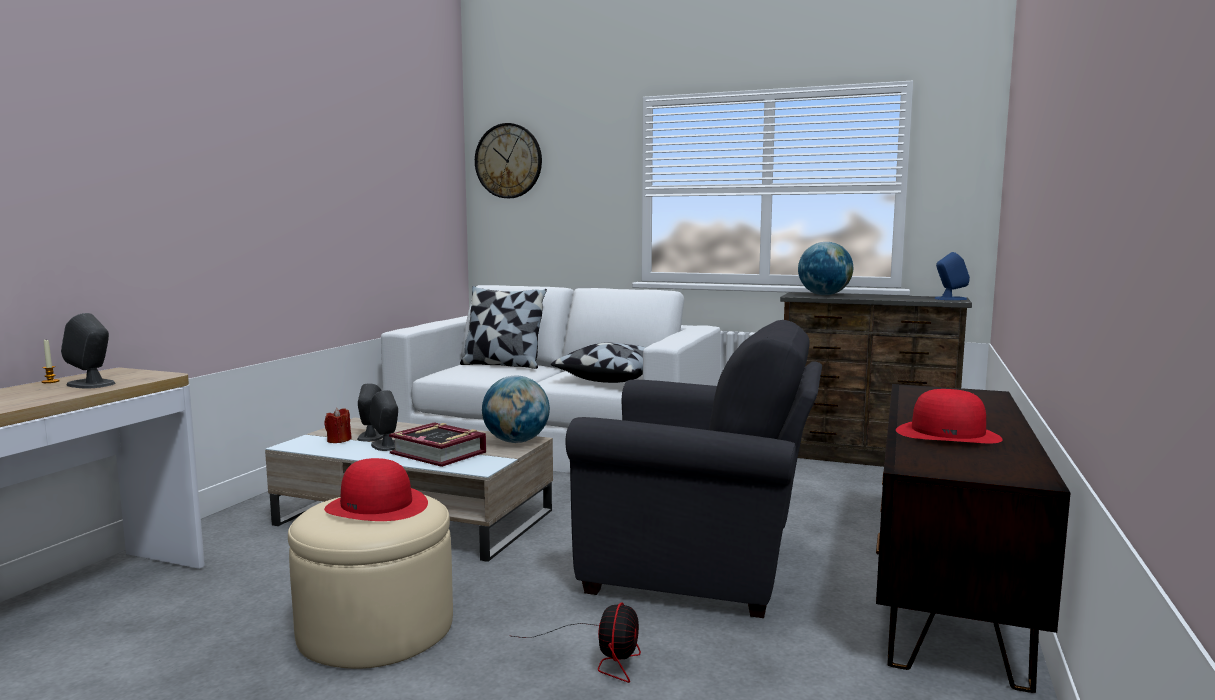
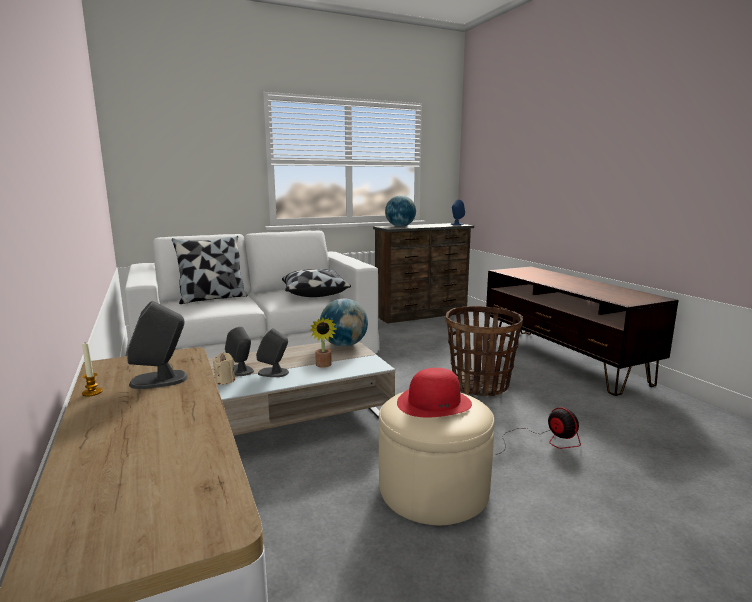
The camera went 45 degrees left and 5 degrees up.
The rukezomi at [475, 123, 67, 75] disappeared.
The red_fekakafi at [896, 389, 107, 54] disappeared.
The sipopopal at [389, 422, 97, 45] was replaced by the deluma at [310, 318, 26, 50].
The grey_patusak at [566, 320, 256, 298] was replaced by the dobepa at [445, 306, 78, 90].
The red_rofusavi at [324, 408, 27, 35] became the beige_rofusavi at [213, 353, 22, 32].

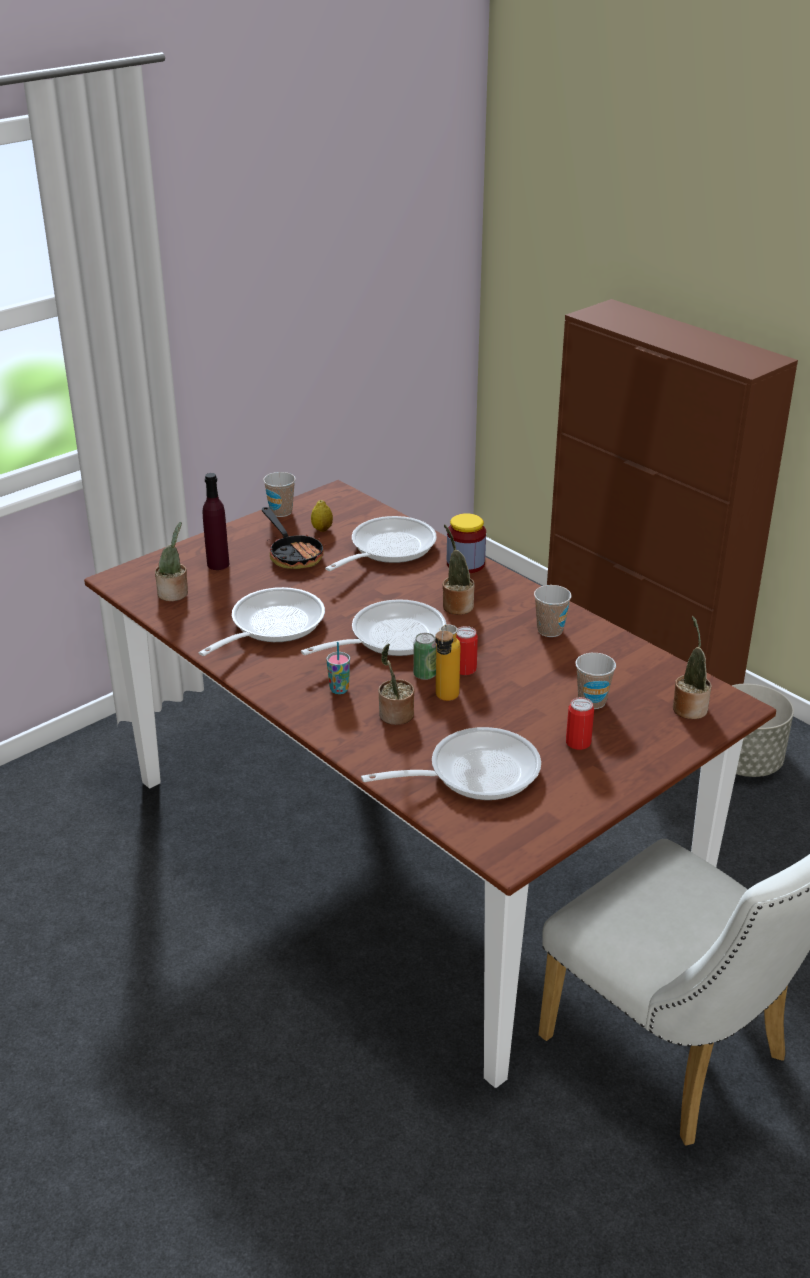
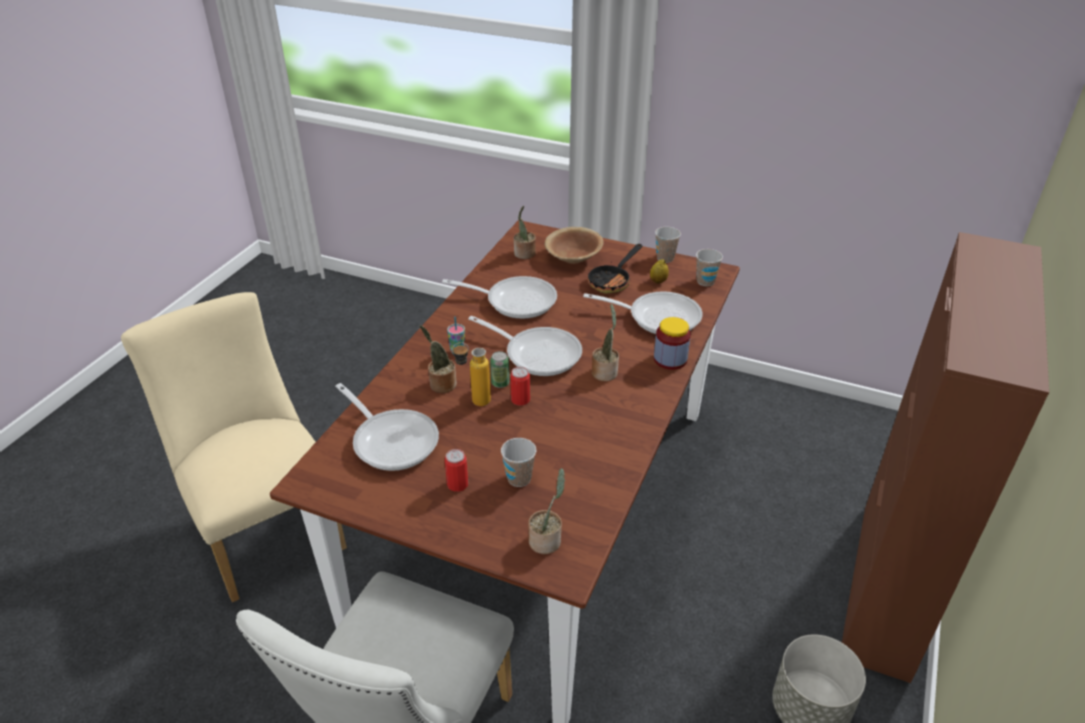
The camera went 65 degrees right and 5 degrees up.
The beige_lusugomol at [121, 292, 226, 310] appeared.
The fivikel moved from [534, 585, 38, 52] to [696, 249, 27, 37].
The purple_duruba at [203, 473, 26, 97] was replaced by the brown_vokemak at [545, 227, 58, 37].

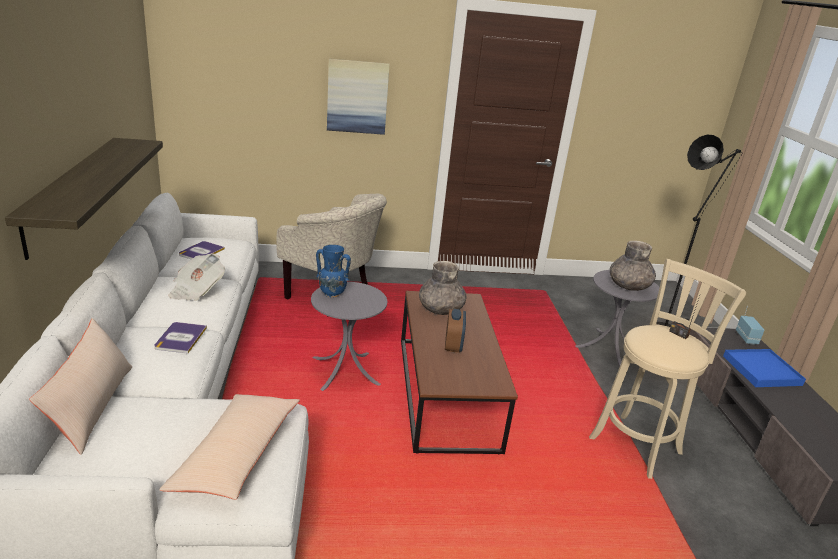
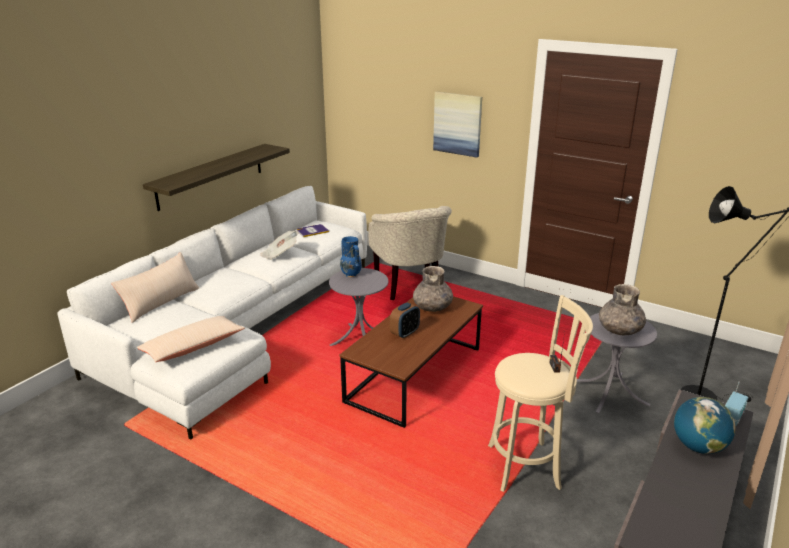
The camera went 40 degrees right and 0 degrees up.
The sipopopal at [154, 322, 53, 32] disappeared.
The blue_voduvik at [723, 349, 83, 38] was replaced by the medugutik at [674, 397, 62, 57].

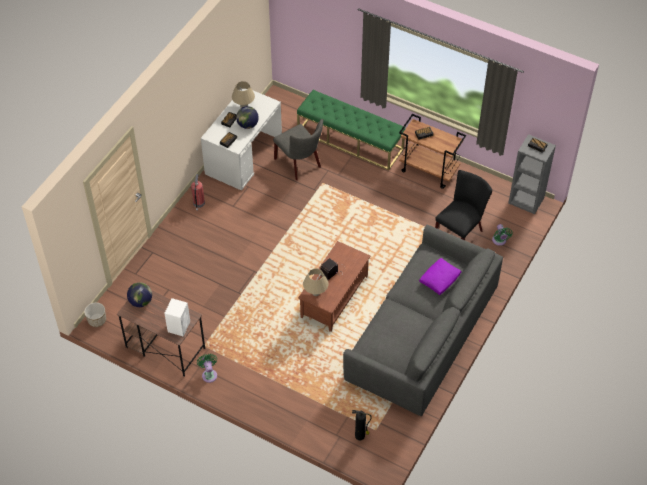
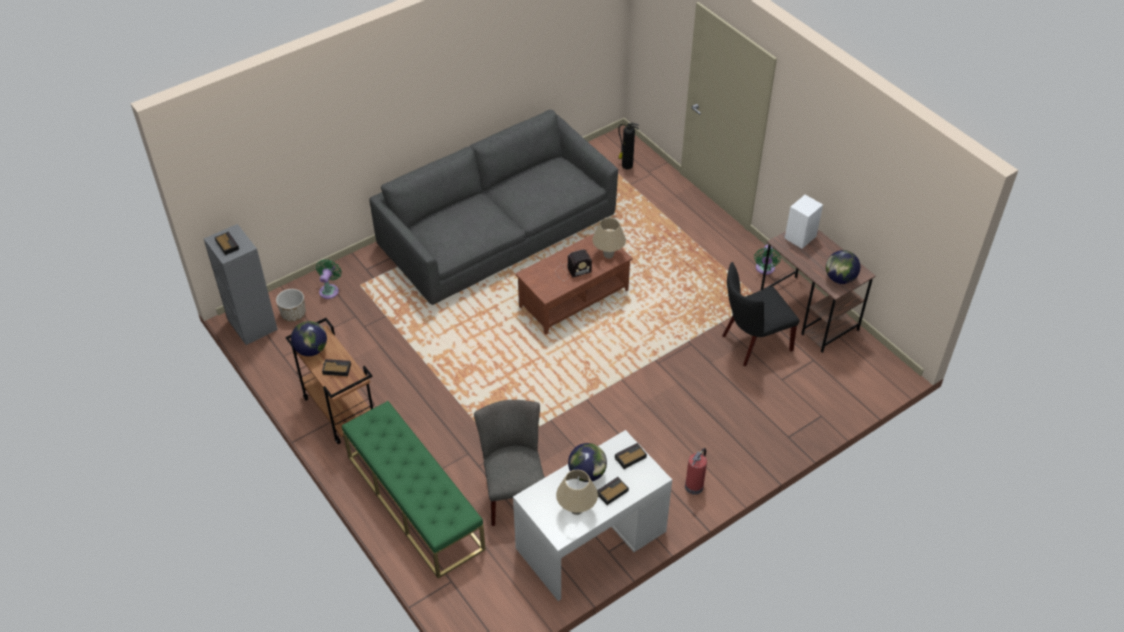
The camera went 155 degrees left and 5 degrees down.
The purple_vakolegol at [419, 258, 43, 37] disappeared.
The medugutik at [291, 321, 36, 35] appeared.
The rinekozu moved from [84, 302, 22, 25] to [276, 289, 30, 33].
The black_lusugomol moved from [435, 170, 57, 70] to [722, 262, 78, 104].

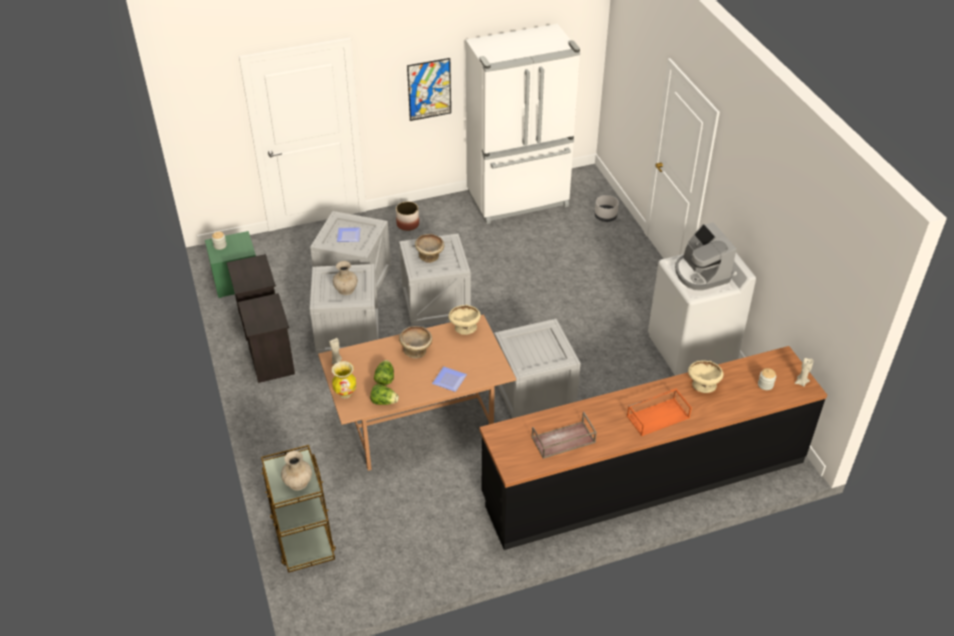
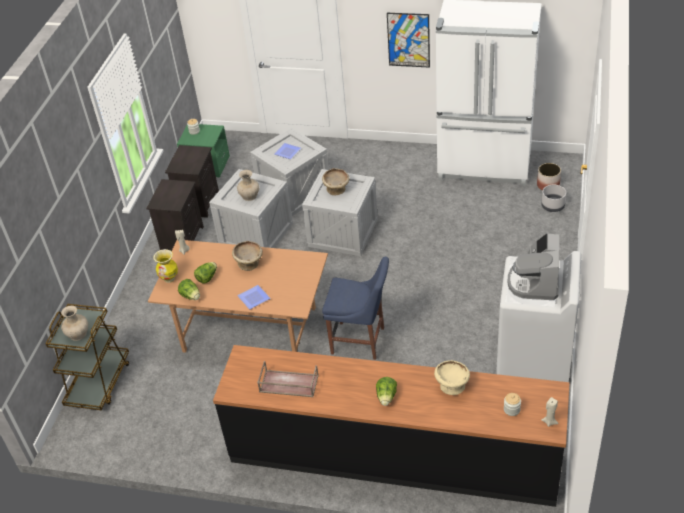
The camera went 35 degrees right and 0 degrees up.
The beige_vokemak at [448, 304, 33, 31] disappeared.
The rinekozu moved from [396, 201, 23, 30] to [537, 163, 24, 28].
The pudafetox at [494, 319, 87, 99] was replaced by the blue_lusugomol at [322, 257, 67, 103].
The orange_voduvik at [627, 388, 65, 48] was replaced by the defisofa at [376, 377, 21, 29].

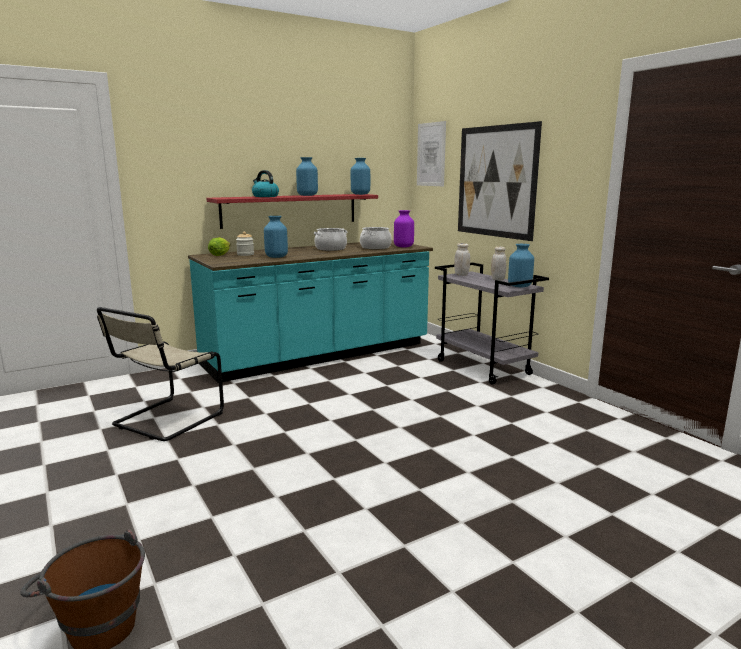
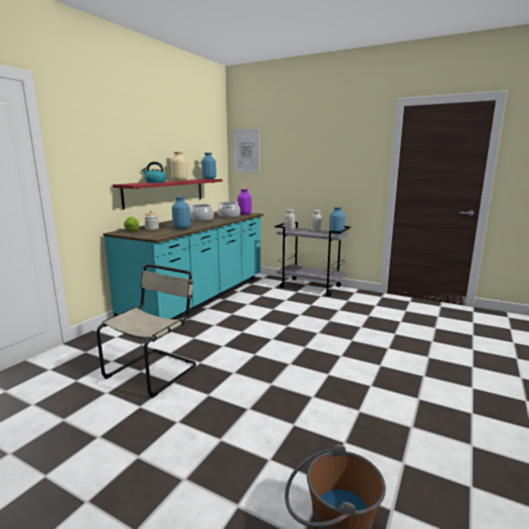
The camera went 30 degrees left and 0 degrees up.
The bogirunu at [458, 121, 84, 120] disappeared.
The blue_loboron at [296, 157, 22, 39] became the beige_loboron at [171, 152, 17, 29].
The beige_lusugomol at [97, 307, 127, 134] turned 150 degrees counterclockwise.

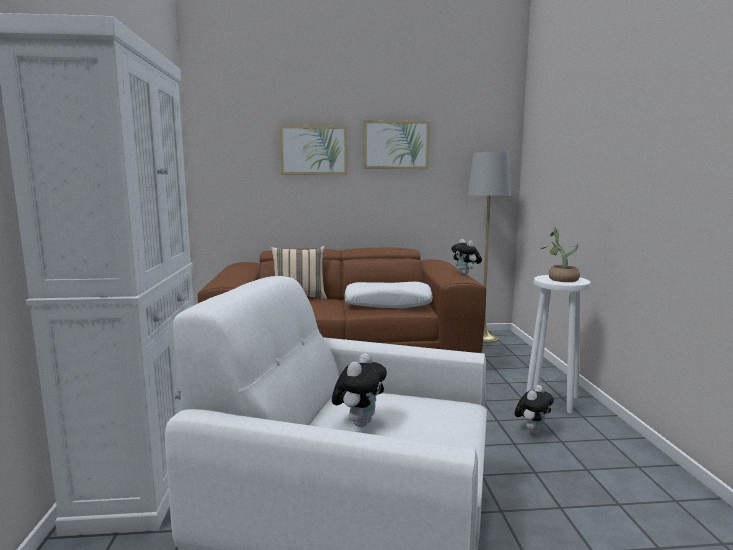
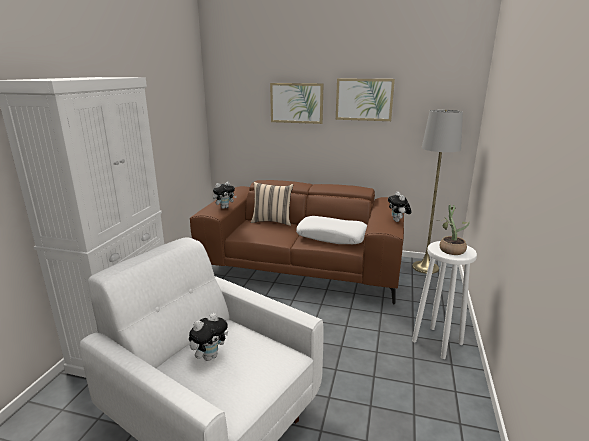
The camera went 20 degrees right and 10 degrees up.
The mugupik moved from [515, 385, 39, 49] to [213, 182, 24, 27].

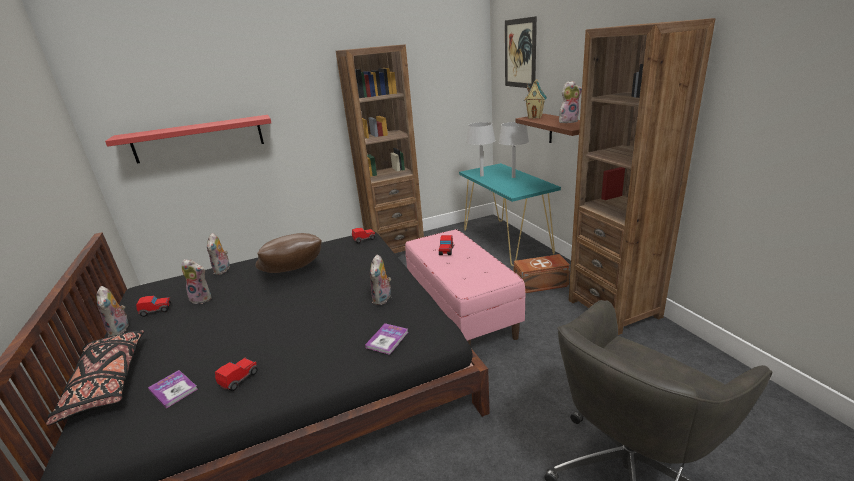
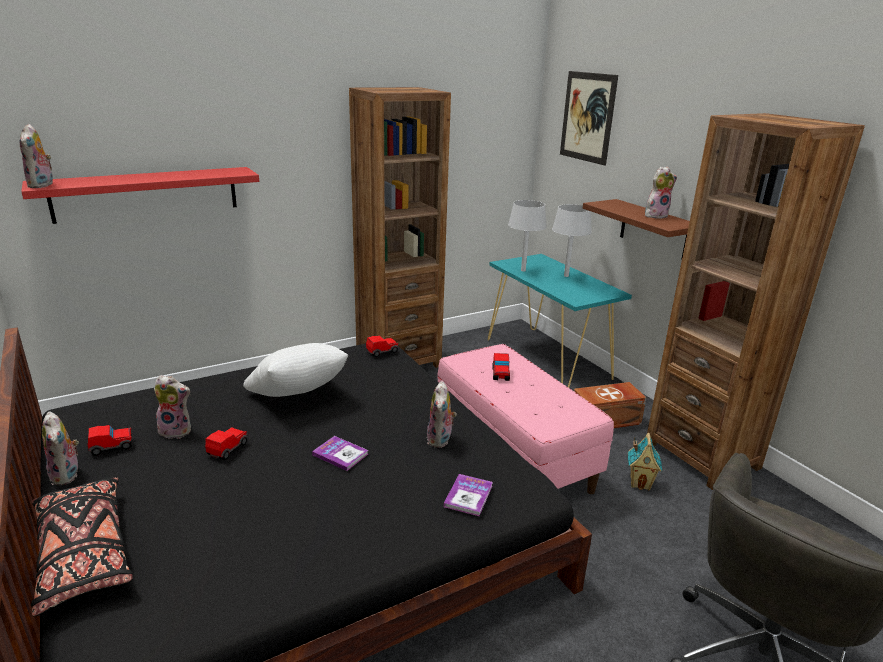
The camera went 10 degrees left and 0 degrees up.
The sipopopal moved from [148, 370, 49, 38] to [312, 436, 56, 35].
The mugupik moved from [207, 233, 23, 42] to [19, 124, 34, 64].
The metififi moved from [215, 357, 43, 34] to [205, 427, 42, 33].
The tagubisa moved from [524, 79, 23, 40] to [628, 433, 34, 57].
The brown_vakolegol at [255, 233, 67, 40] became the white_vakolegol at [243, 343, 105, 54].

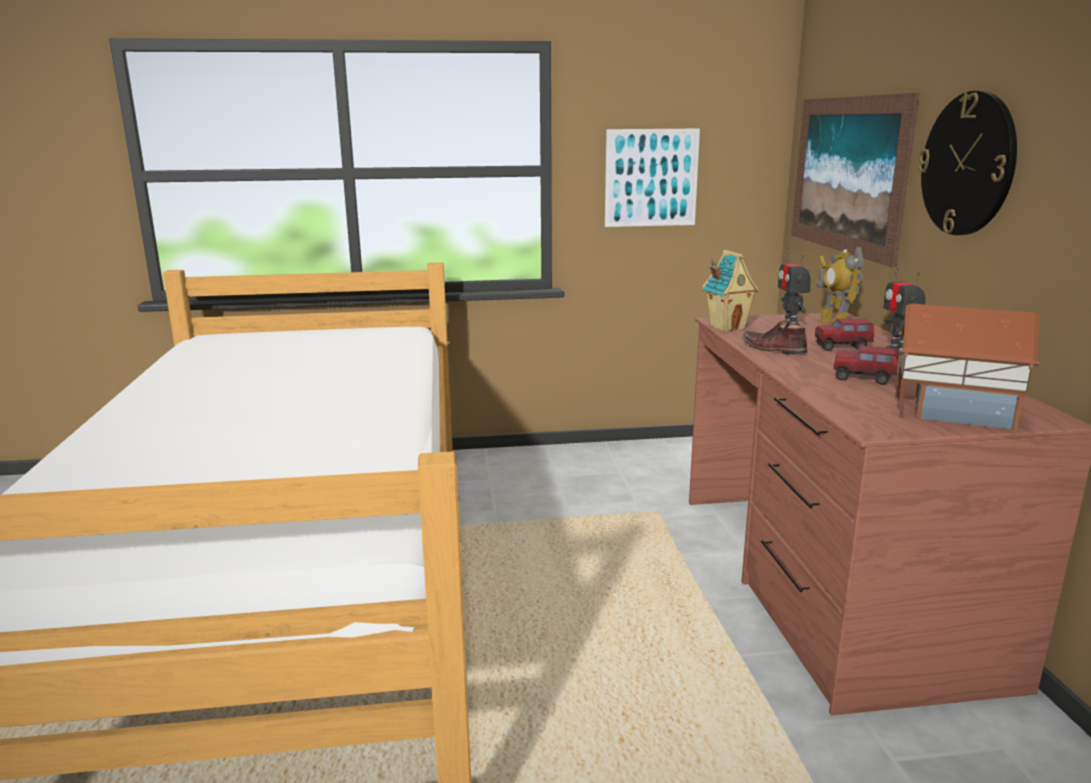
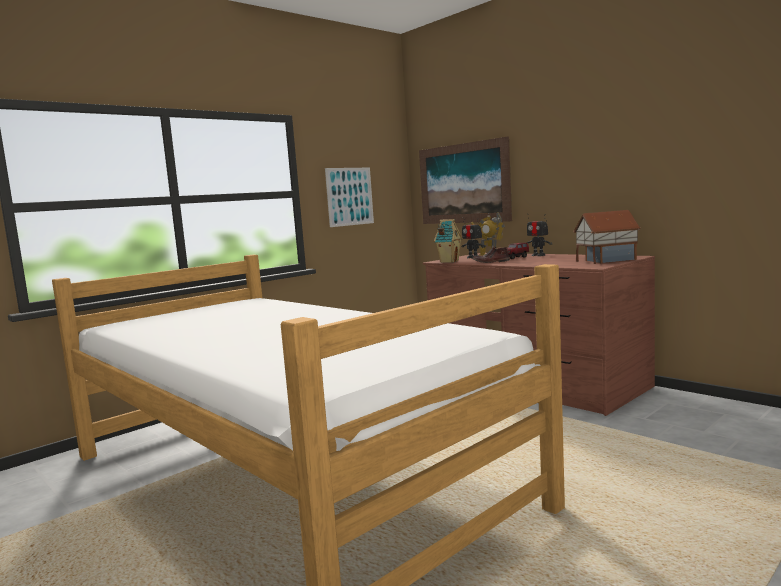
The camera went 35 degrees left and 10 degrees down.
The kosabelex at [834, 346, 65, 39] disappeared.
The rukezomi at [918, 91, 99, 144] disappeared.

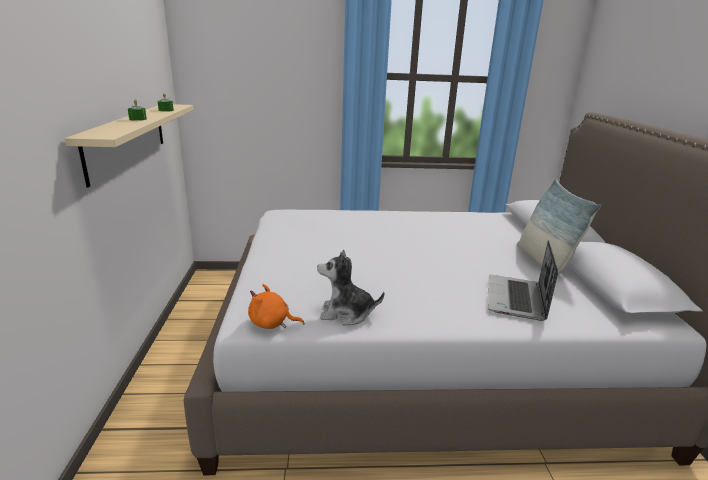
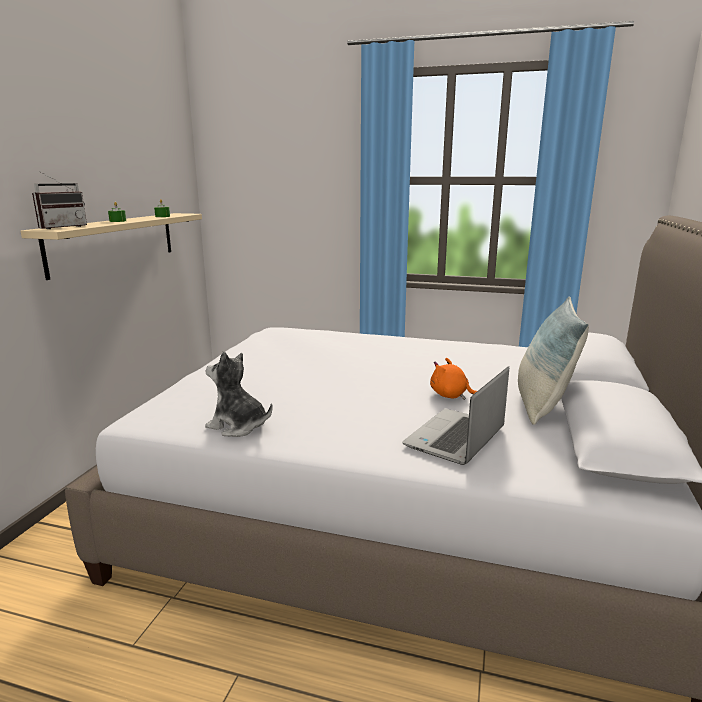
The camera went 20 degrees right and 5 degrees down.
The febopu at [32, 171, 55, 58] appeared.
The orange_mugupik moved from [248, 284, 57, 45] to [430, 358, 47, 42].

